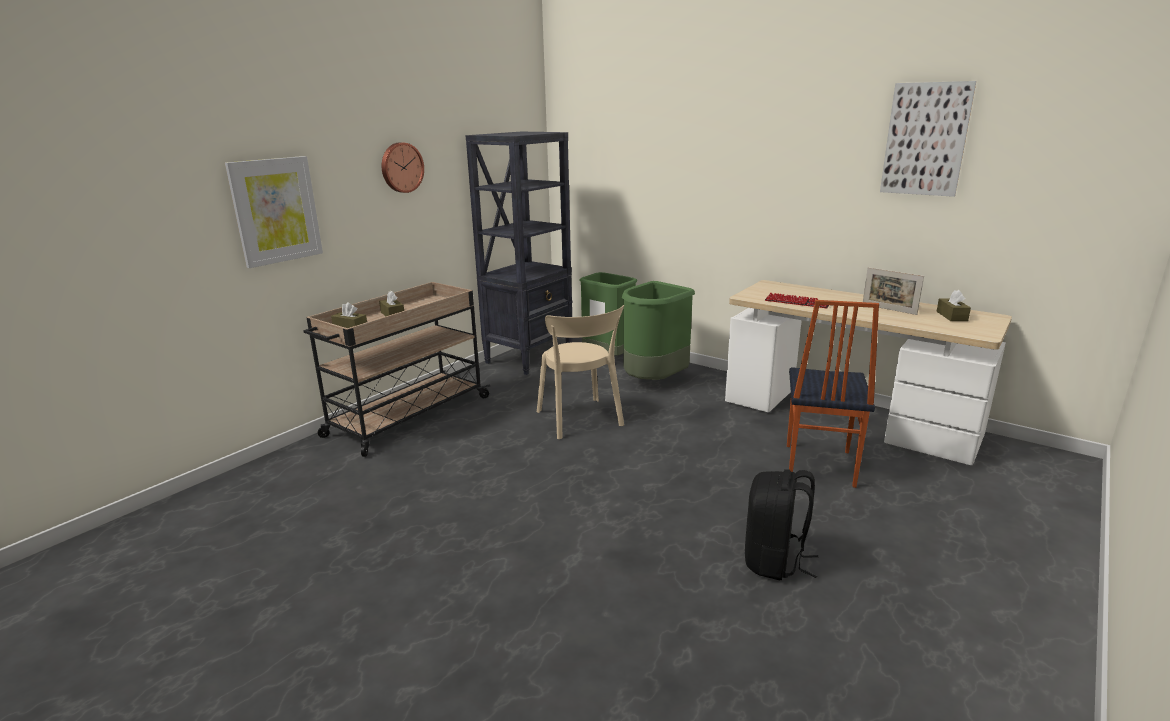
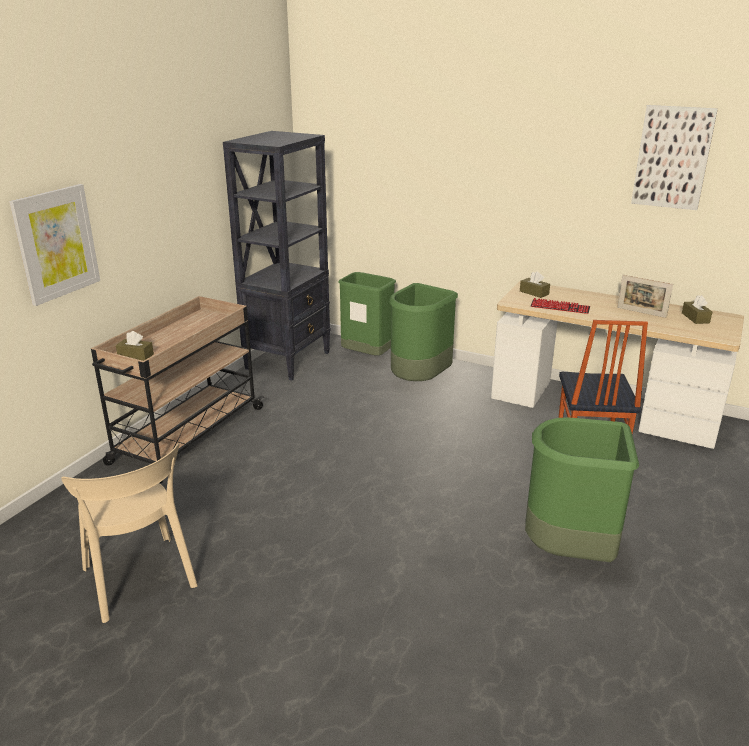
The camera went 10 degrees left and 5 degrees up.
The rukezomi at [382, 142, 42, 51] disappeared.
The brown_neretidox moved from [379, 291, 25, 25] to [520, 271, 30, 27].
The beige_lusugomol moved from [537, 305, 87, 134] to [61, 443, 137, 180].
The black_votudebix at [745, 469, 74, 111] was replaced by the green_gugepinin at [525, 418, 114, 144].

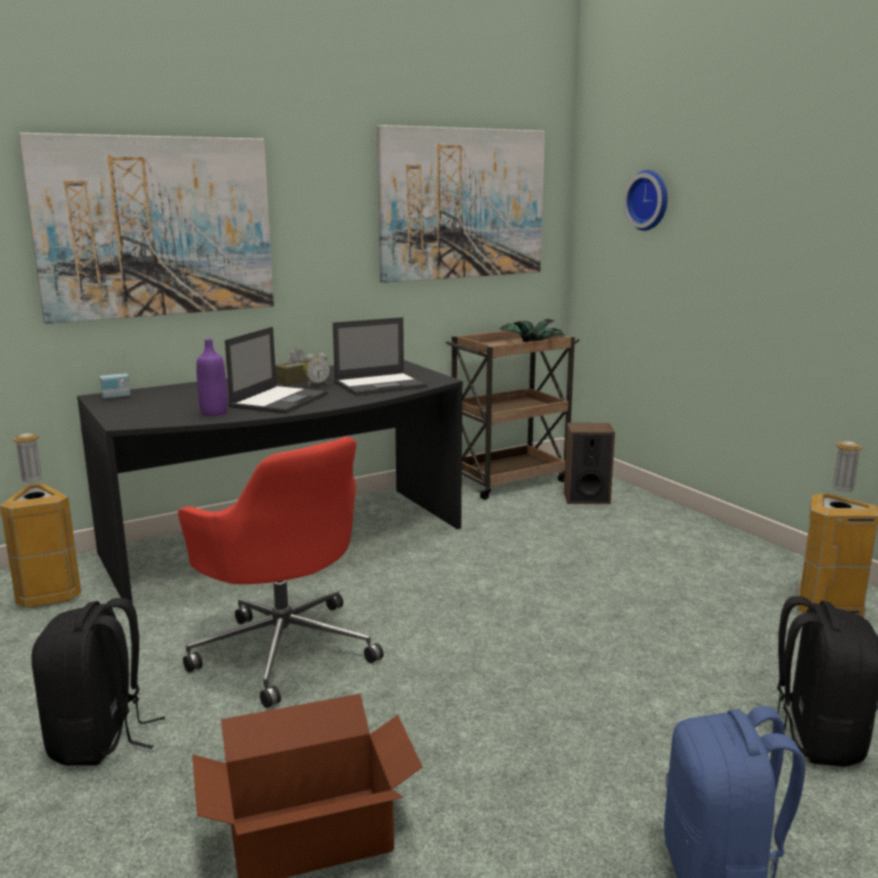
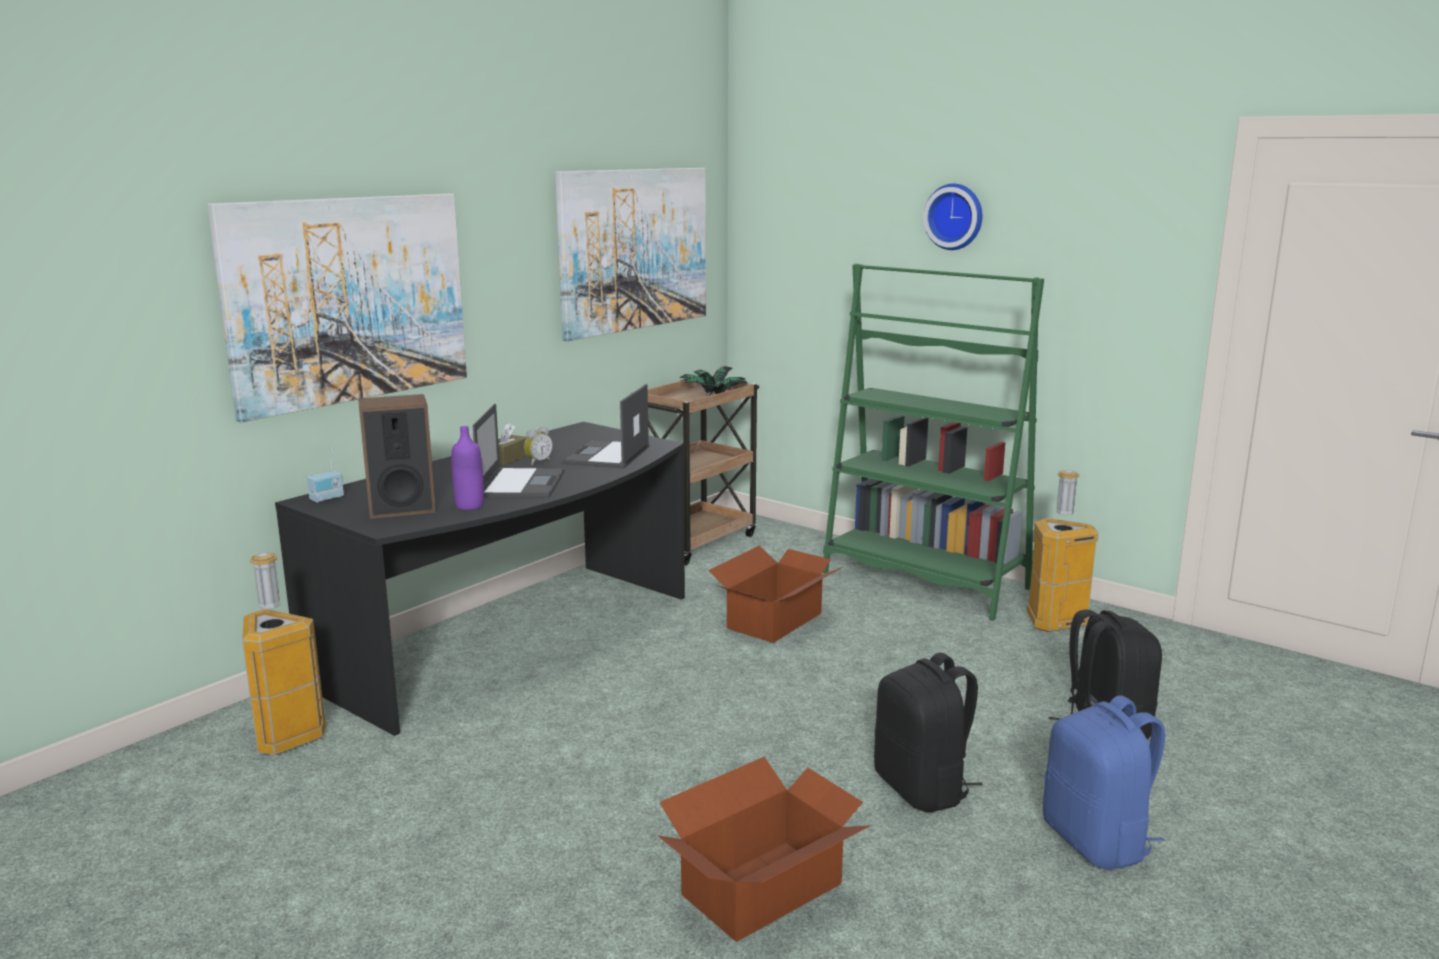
The camera went 20 degrees left and 0 degrees up.
The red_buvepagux at [178, 437, 206, 271] disappeared.
The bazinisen at [708, 545, 134, 98] appeared.
The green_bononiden at [823, 264, 221, 356] appeared.
The black_votudebix moved from [31, 598, 134, 168] to [874, 653, 109, 159].
The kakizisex moved from [564, 423, 51, 81] to [358, 394, 78, 125].
The rukezomi moved from [623, 170, 45, 61] to [923, 184, 59, 66].
The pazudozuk at [333, 317, 95, 79] turned 150 degrees clockwise.

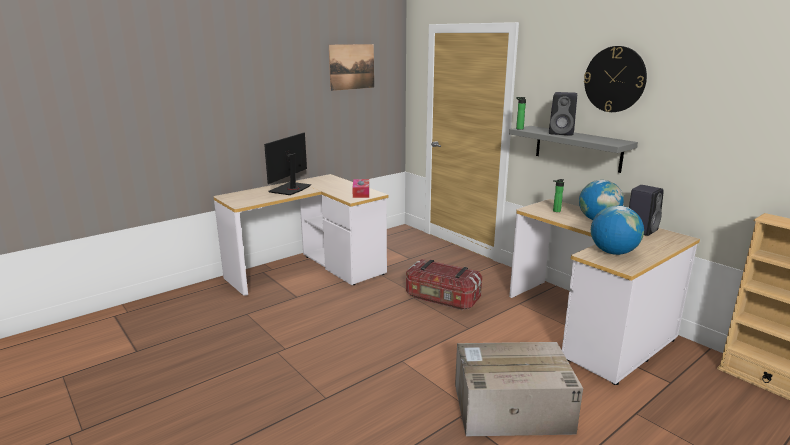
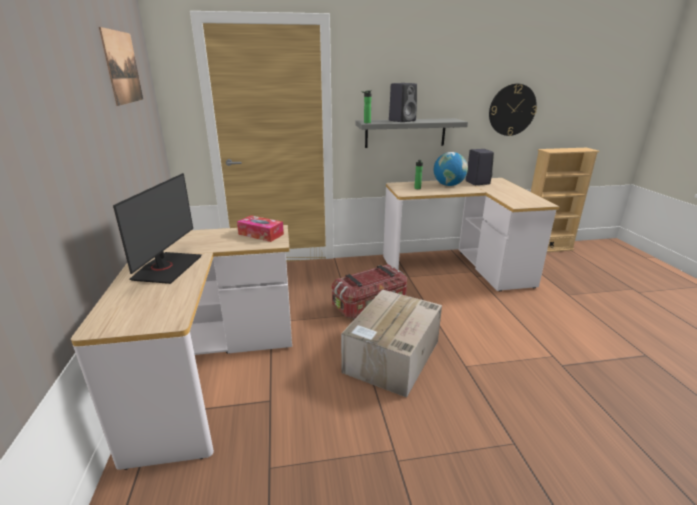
The camera went 60 degrees left and 5 degrees up.
The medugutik at [591, 205, 53, 50] disappeared.
The bazinisen moved from [455, 342, 128, 94] to [341, 289, 101, 109].
The rukezomi moved from [584, 46, 63, 66] to [489, 84, 48, 52].
The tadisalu at [264, 132, 47, 63] turned 135 degrees counterclockwise.

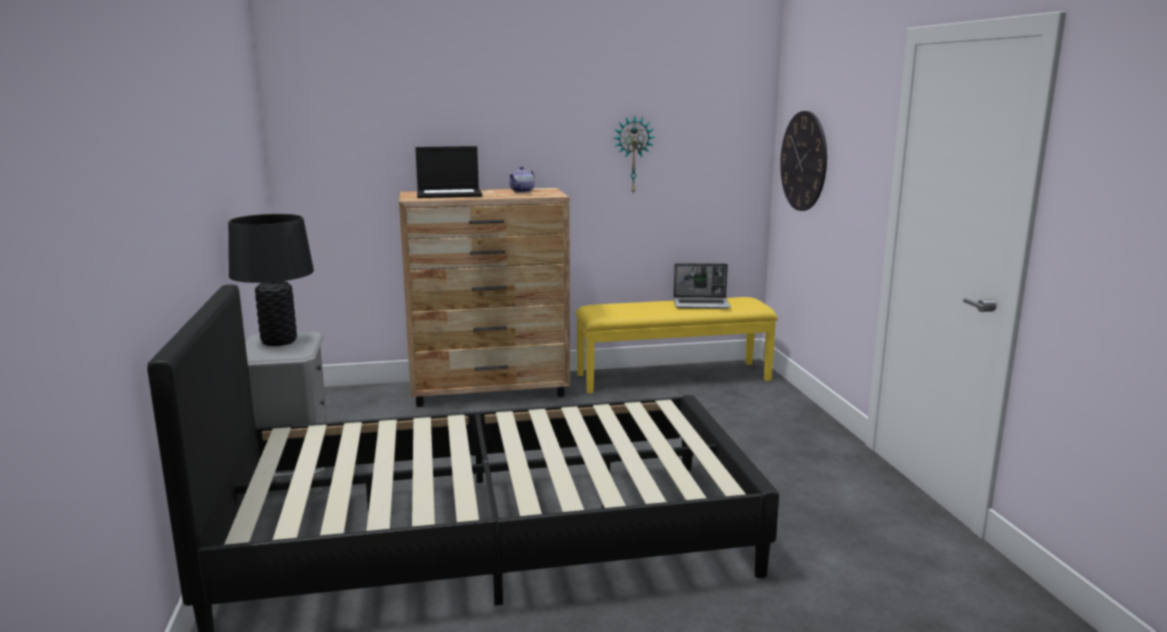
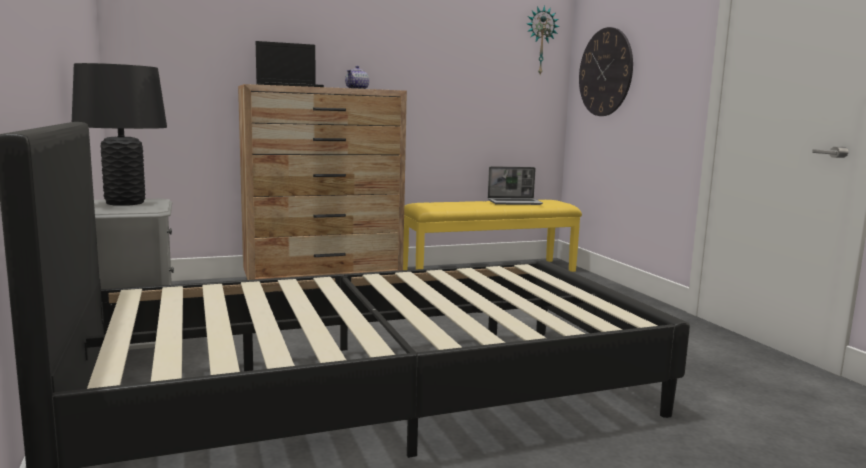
The camera went 10 degrees left and 5 degrees down.
The rukezomi moved from [614, 115, 41, 78] to [527, 5, 32, 69].

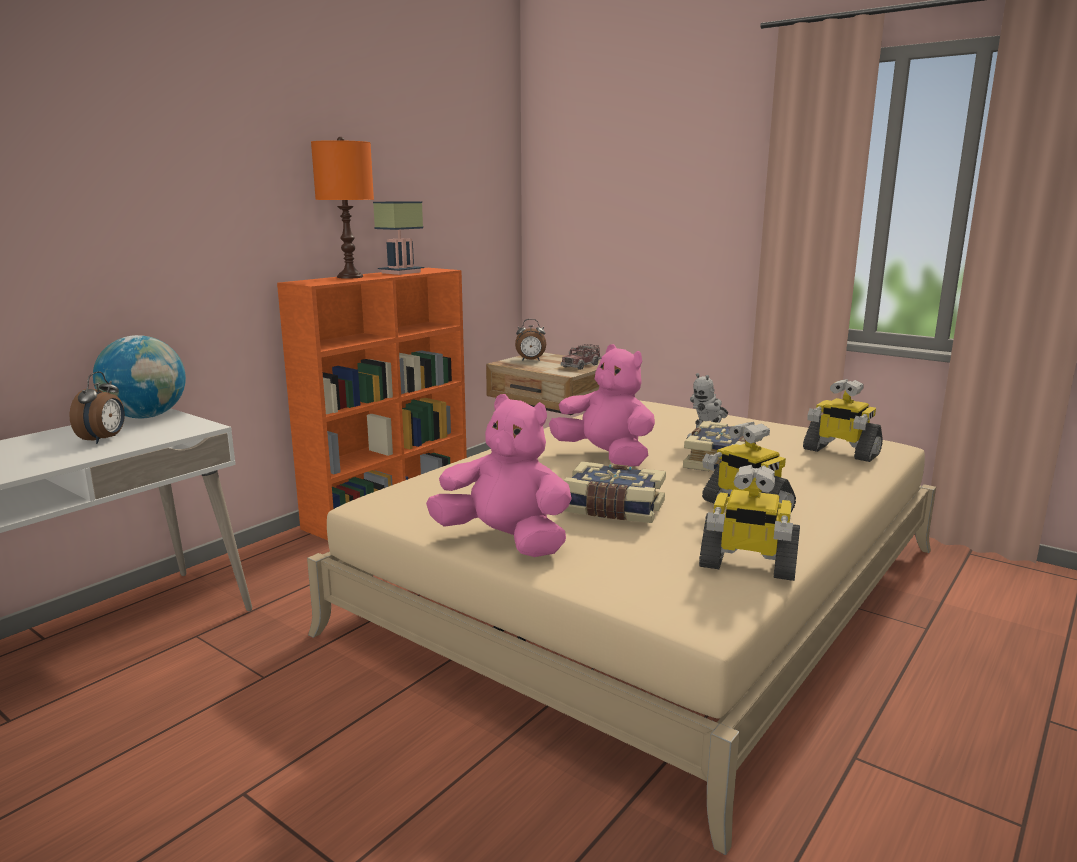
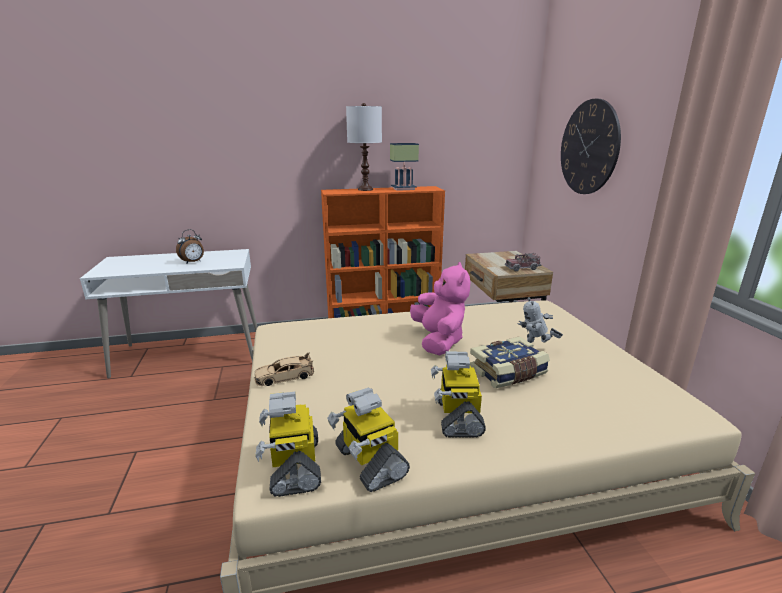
The camera went 40 degrees right and 5 degrees up.
The medugutik at [93, 335, 93, 83] disappeared.
The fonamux at [515, 319, 31, 42] disappeared.
The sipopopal at [564, 461, 102, 62] disappeared.
The rukezomi at [561, 99, 60, 95] appeared.
The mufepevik moved from [803, 379, 80, 83] to [255, 392, 66, 105].
The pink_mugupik at [426, 394, 146, 163] was replaced by the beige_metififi at [255, 352, 59, 34].
The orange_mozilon at [311, 137, 63, 142] became the white_mozilon at [346, 103, 36, 88].

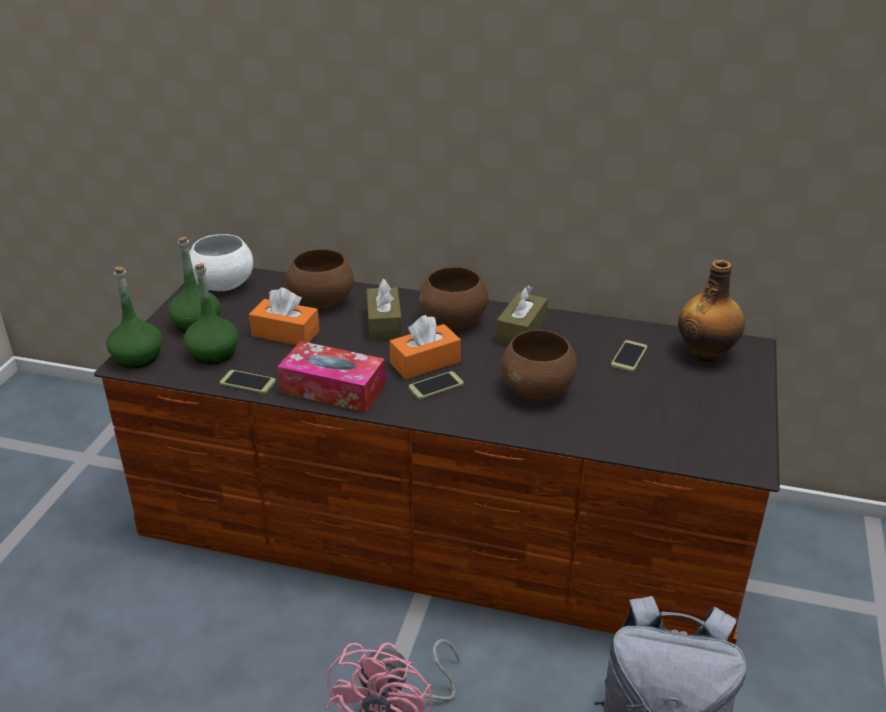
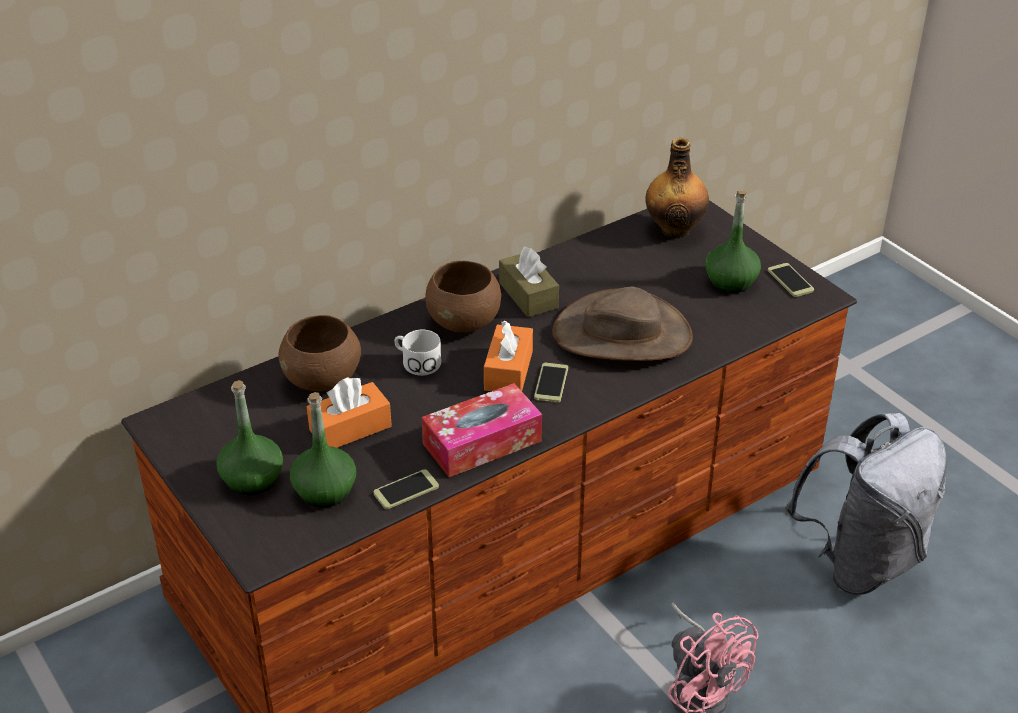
The camera went 50 degrees left and 5 degrees up.
The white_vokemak at [189, 234, 64, 57] disappeared.
The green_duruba moved from [106, 266, 56, 103] to [705, 190, 56, 103].
The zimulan moved from [611, 340, 36, 32] to [768, 263, 46, 34].
The brown_neretidox at [366, 279, 36, 62] was replaced by the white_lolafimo at [394, 330, 47, 46].
The brown_vokemak at [501, 329, 76, 71] was replaced by the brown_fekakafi at [552, 287, 141, 74].

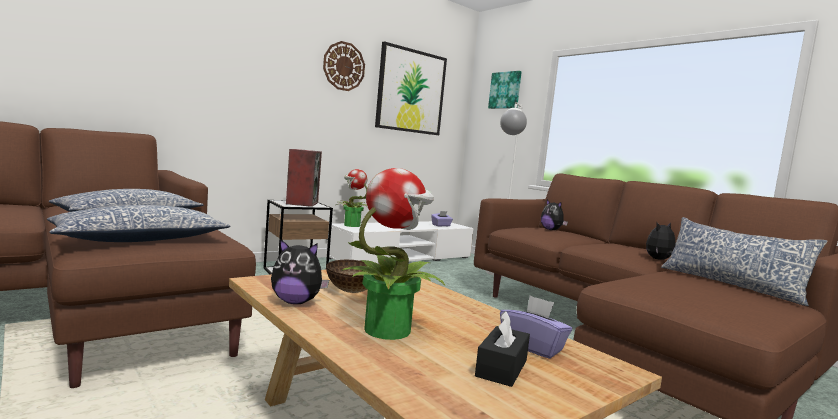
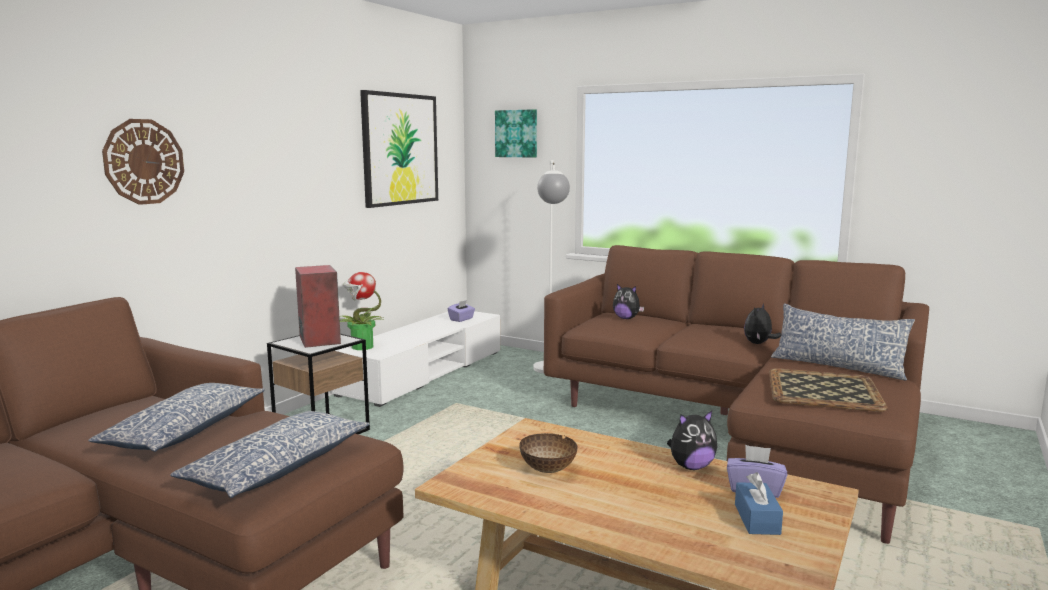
The camera went 20 degrees left and 5 degrees up.
The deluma at [341, 168, 104, 172] disappeared.
The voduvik at [769, 368, 119, 44] appeared.
The mugupik moved from [271, 239, 58, 65] to [667, 411, 50, 59].
The rukezomi moved from [323, 41, 42, 50] to [102, 119, 82, 86].
The black_neretidox at [475, 311, 55, 76] became the blue_neretidox at [735, 472, 48, 63].

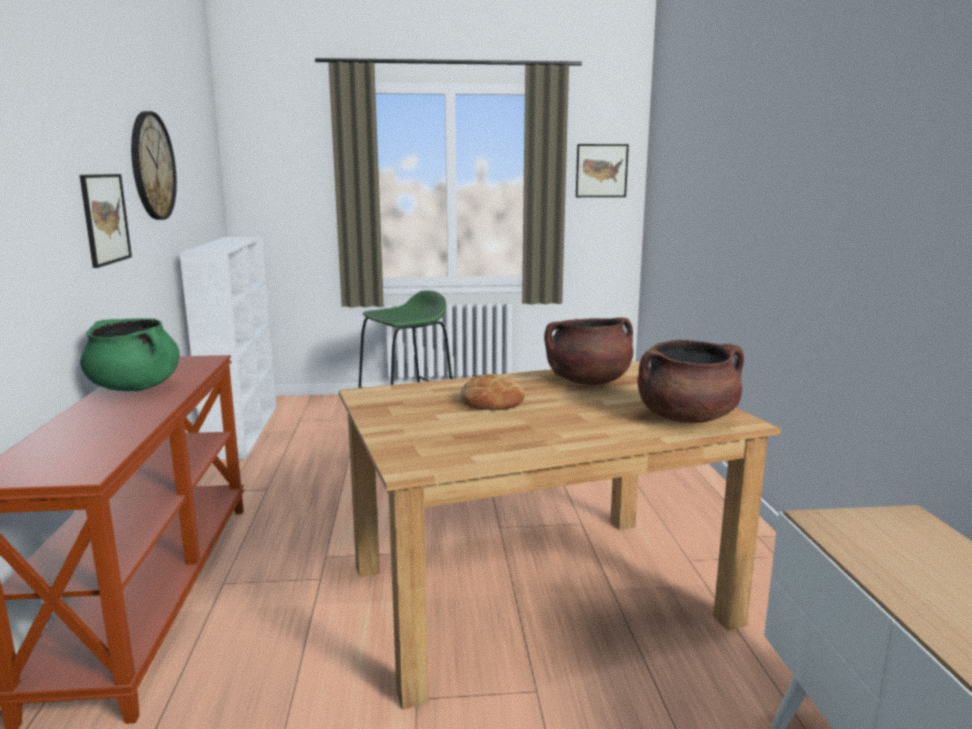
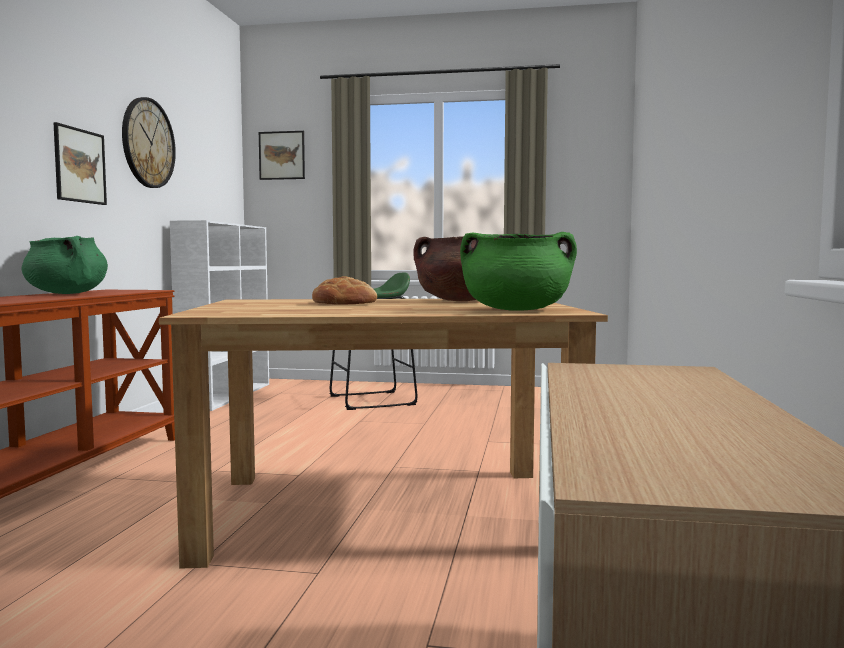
The camera went 15 degrees right and 10 degrees down.
The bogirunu moved from [576, 144, 53, 53] to [259, 131, 46, 49].
The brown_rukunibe at [638, 339, 106, 84] became the green_rukunibe at [460, 232, 117, 79].

